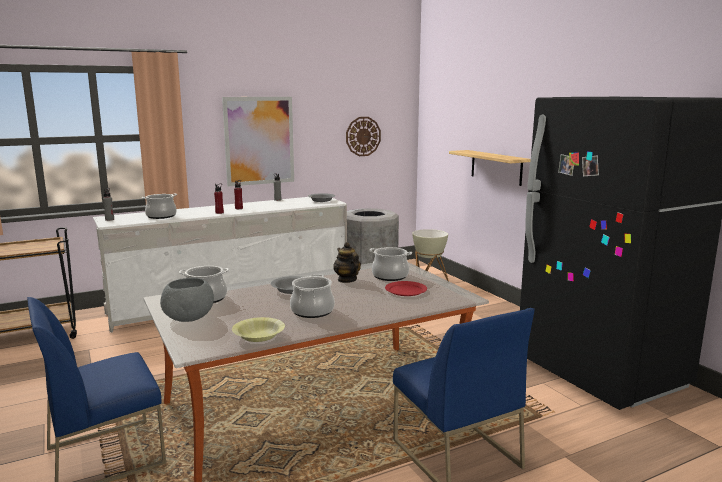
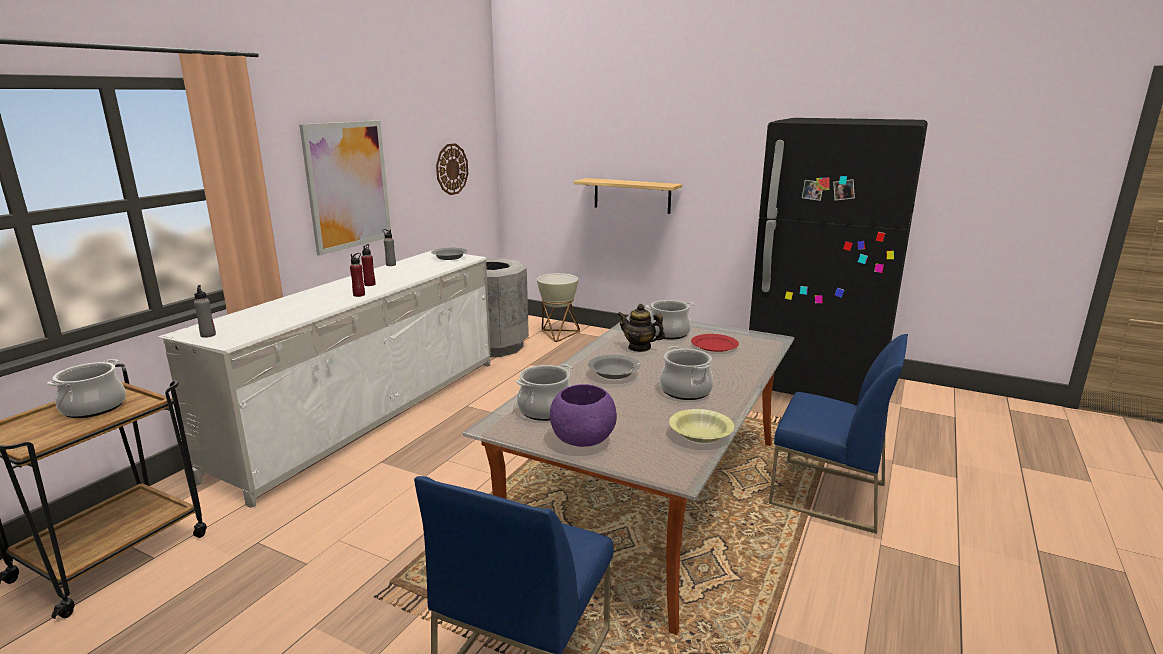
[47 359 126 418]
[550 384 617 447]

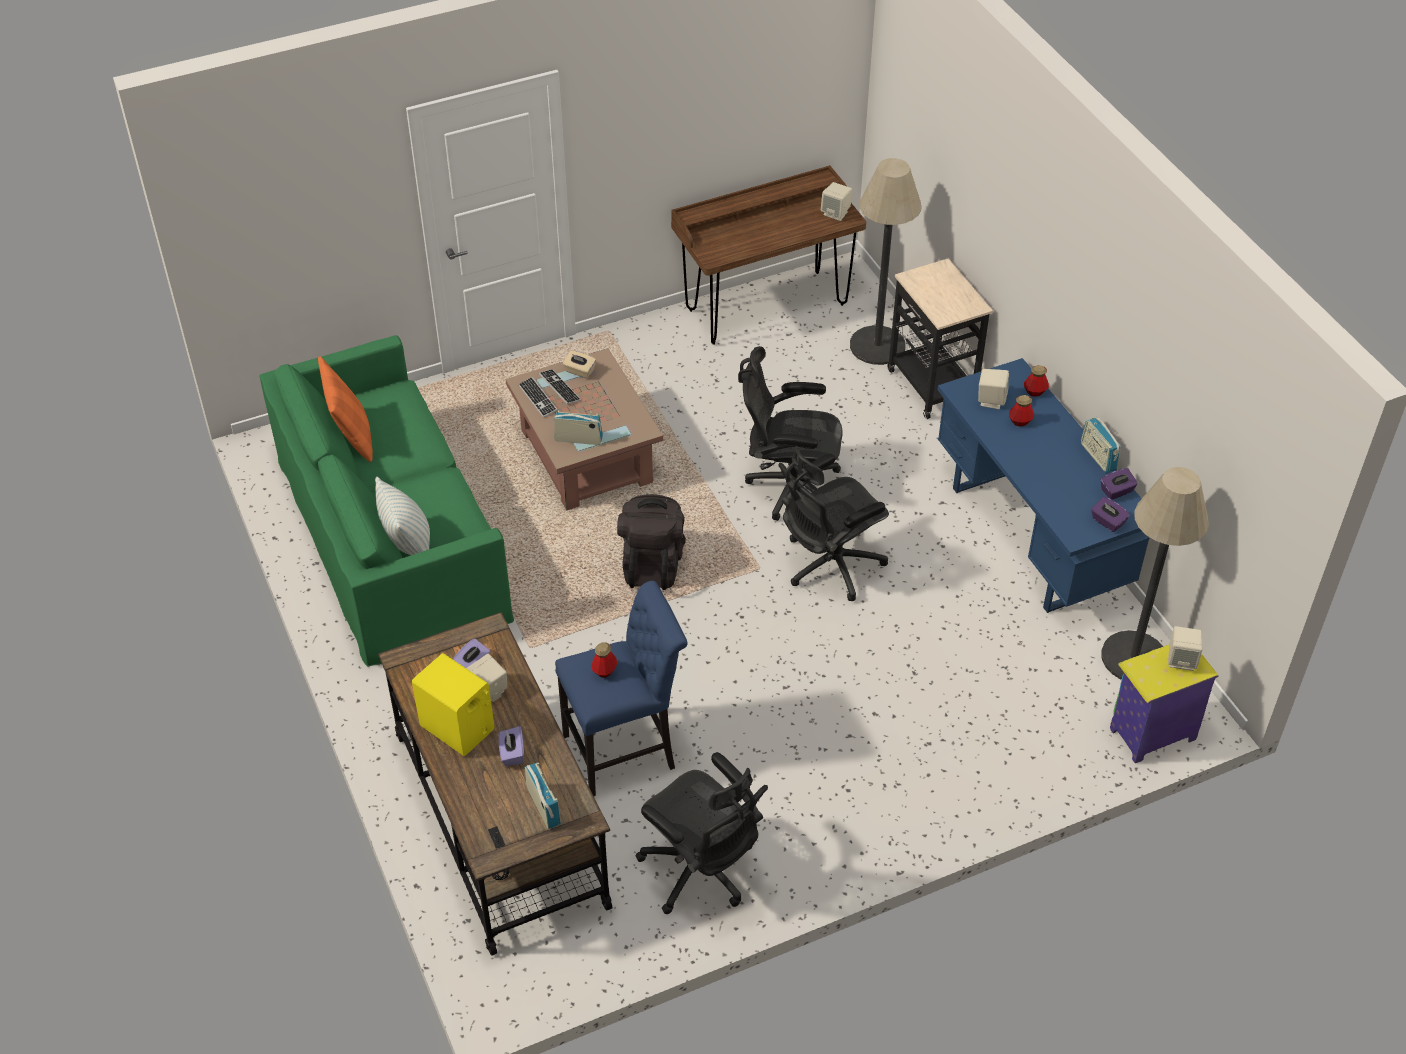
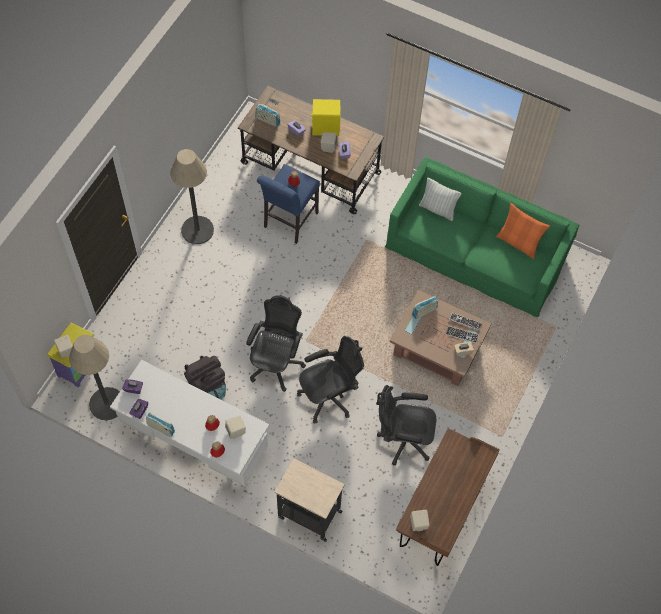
[170 149 214 244]
[110 360 269 486]
[184 356 226 400]
[376 385 436 465]

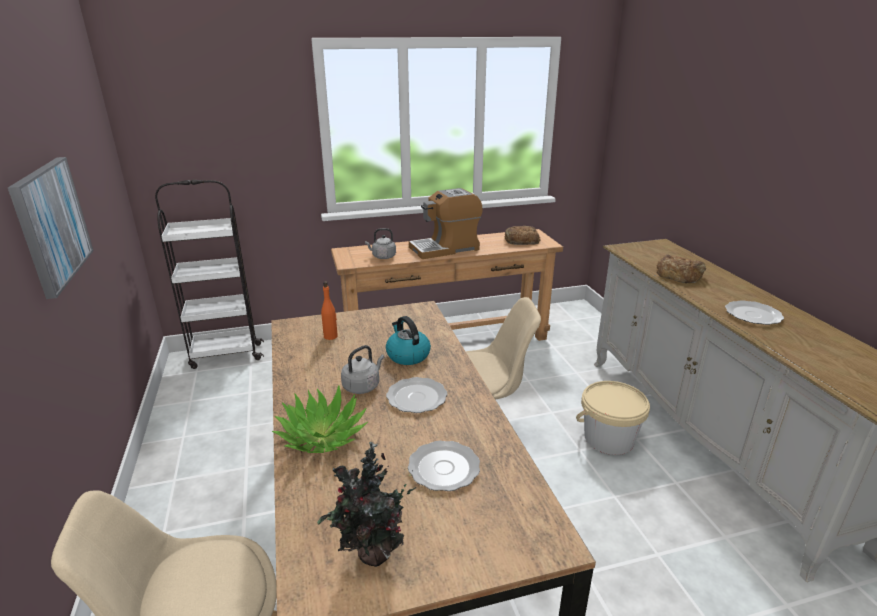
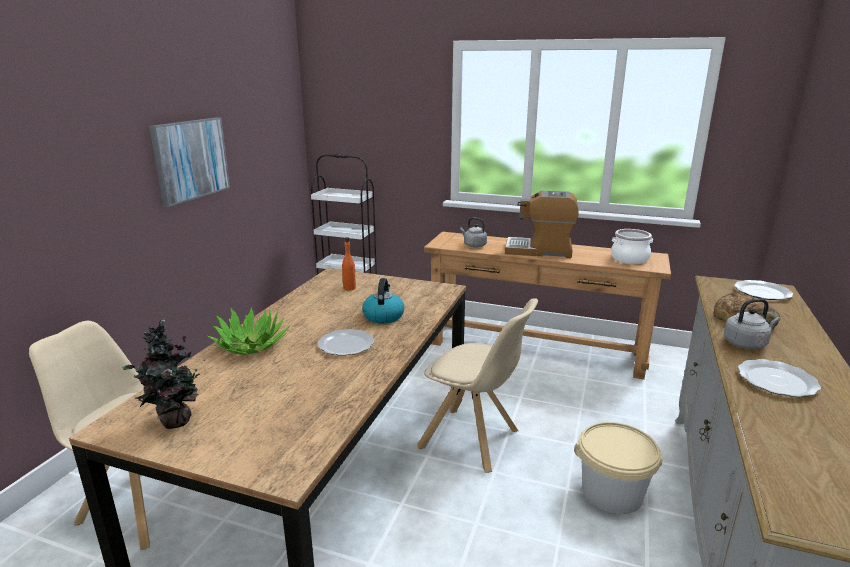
[611 229 653 264]
[724 299 780 349]
[734 280 793 300]

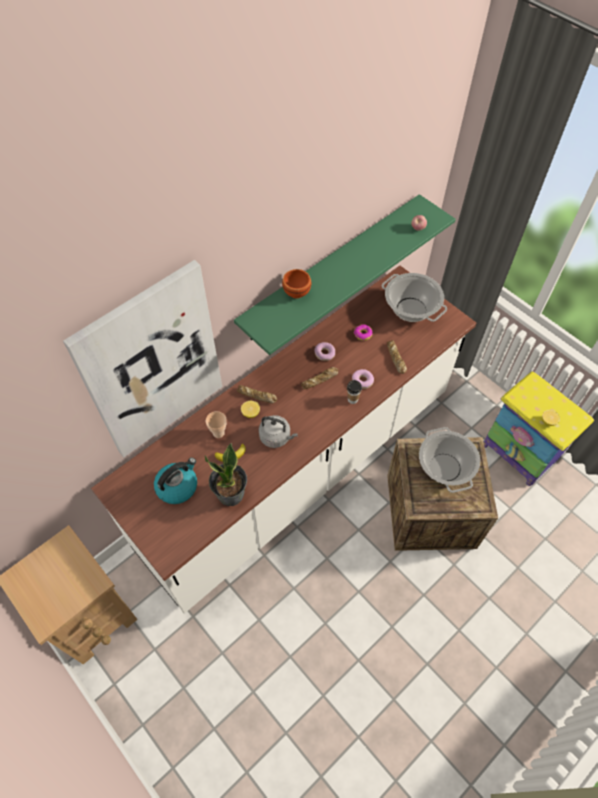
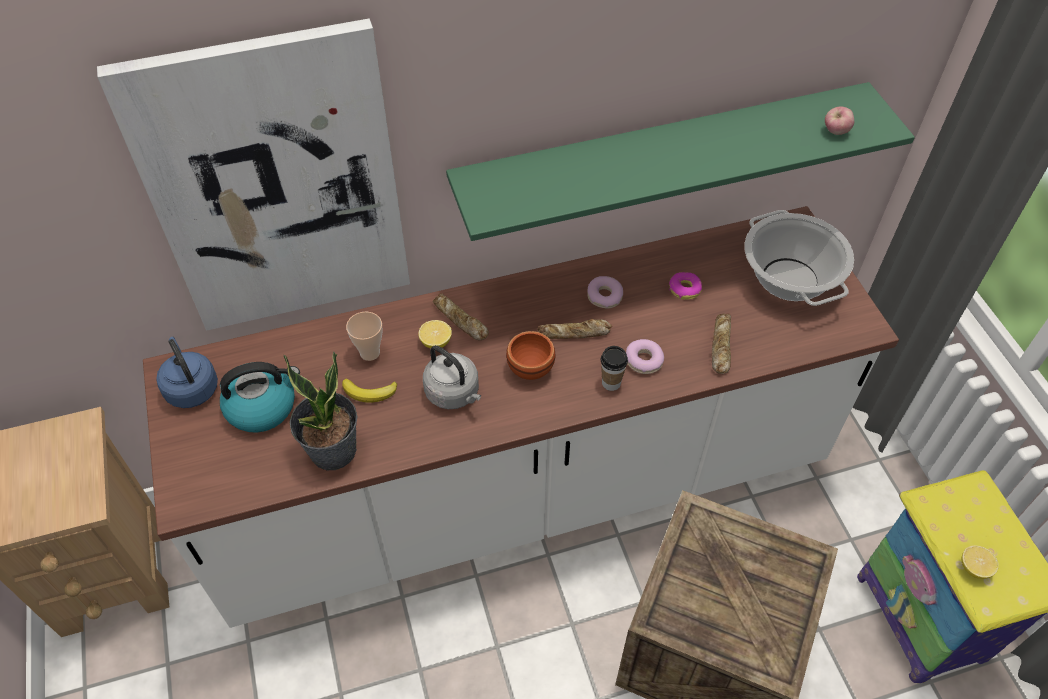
[506 331 555 380]
[419 427 480 493] (first image)
[156 337 218 408]

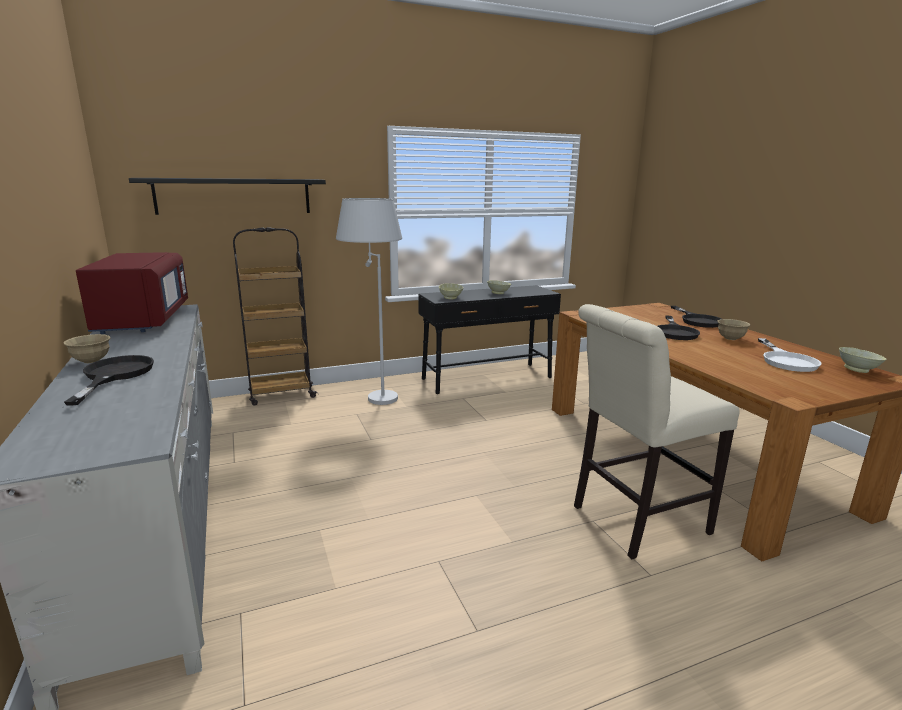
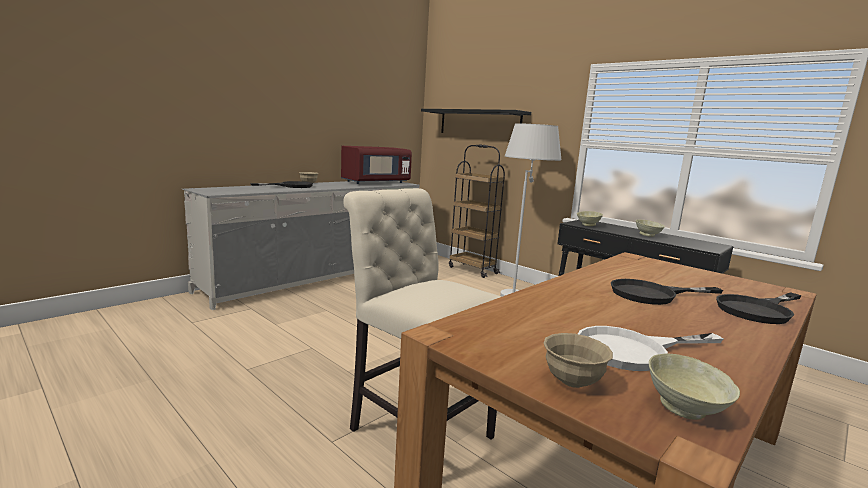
[544 333 613 388]

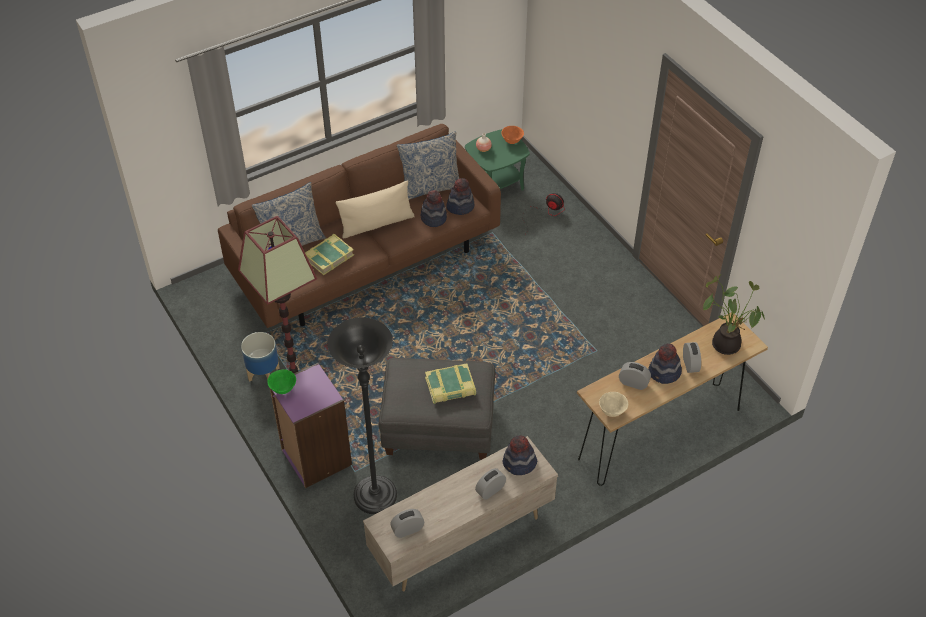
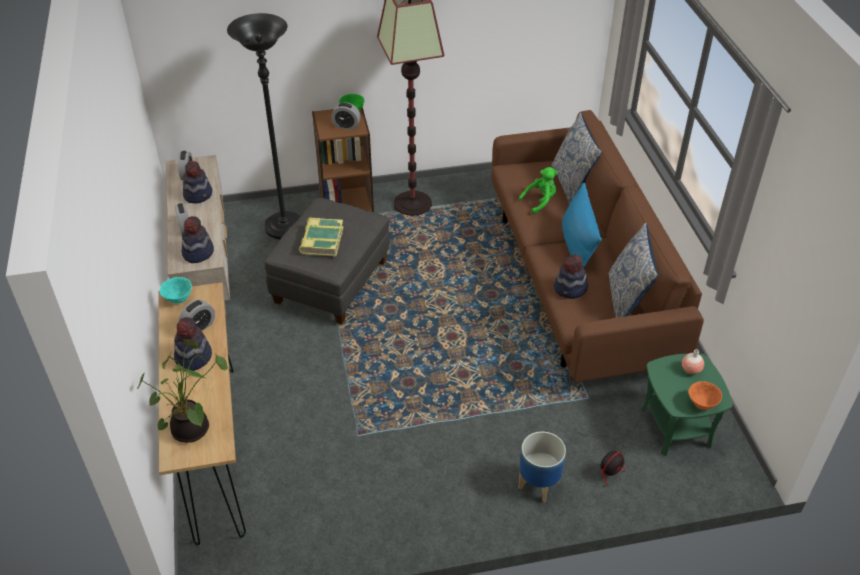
[183 161 212 203]
[562 183 602 267]
[518 167 558 214]
[518 431 566 503]
[331 102 361 130]
[312 107 374 212]
[160 277 192 304]

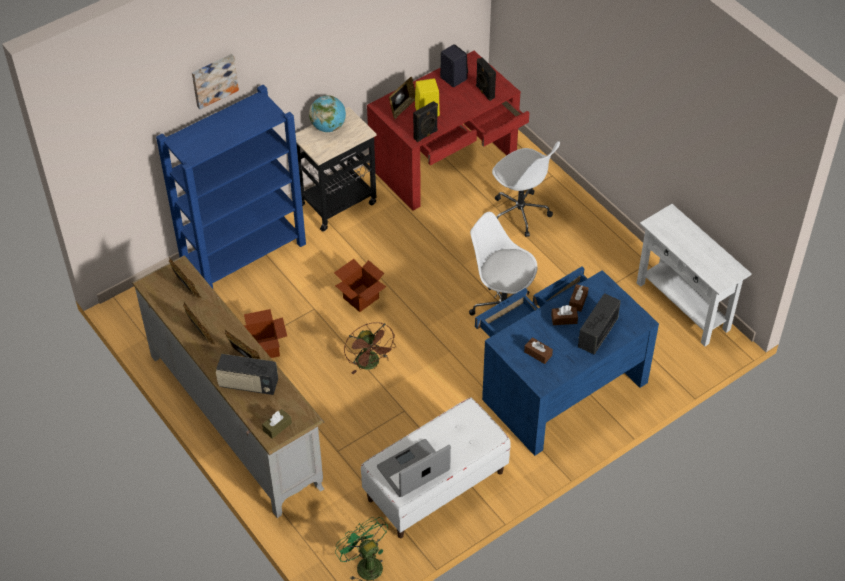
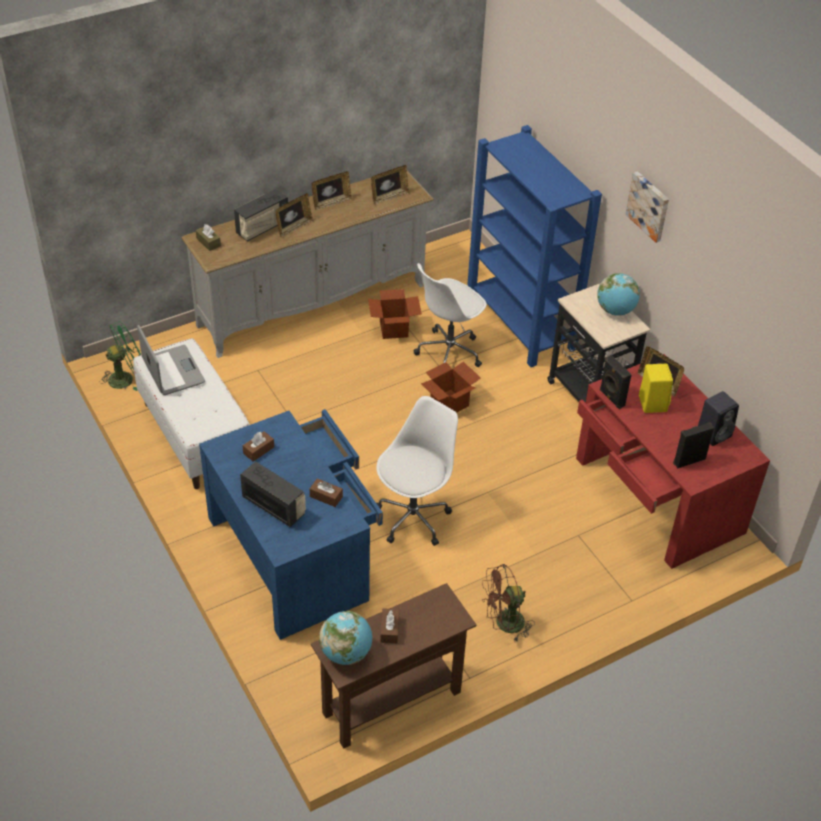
[625 171 669 243]
[414 263 487 367]
[311 583 476 749]
[380 608 399 643]
[482 564 535 641]
[234 189 288 241]
[319 611 372 665]

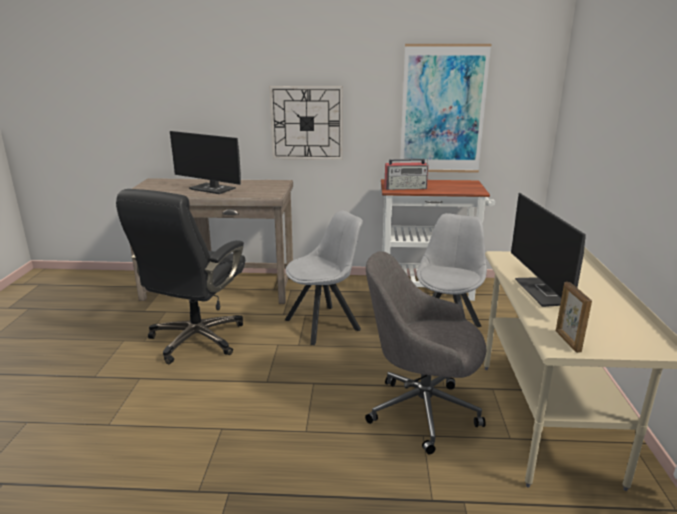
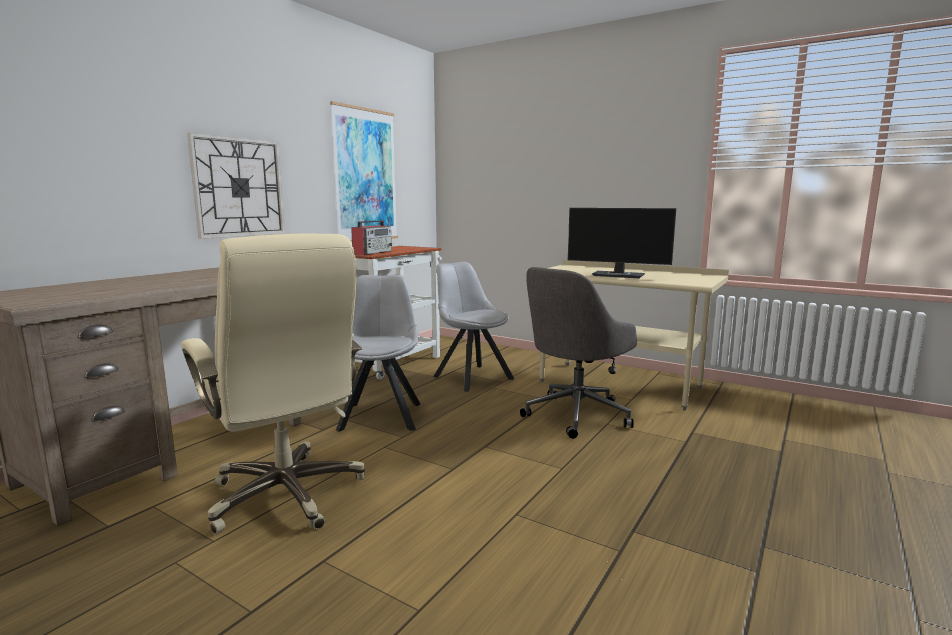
[170 131 241 194] (first image)
[181 234 365 534]
[556 282 592 353] (first image)

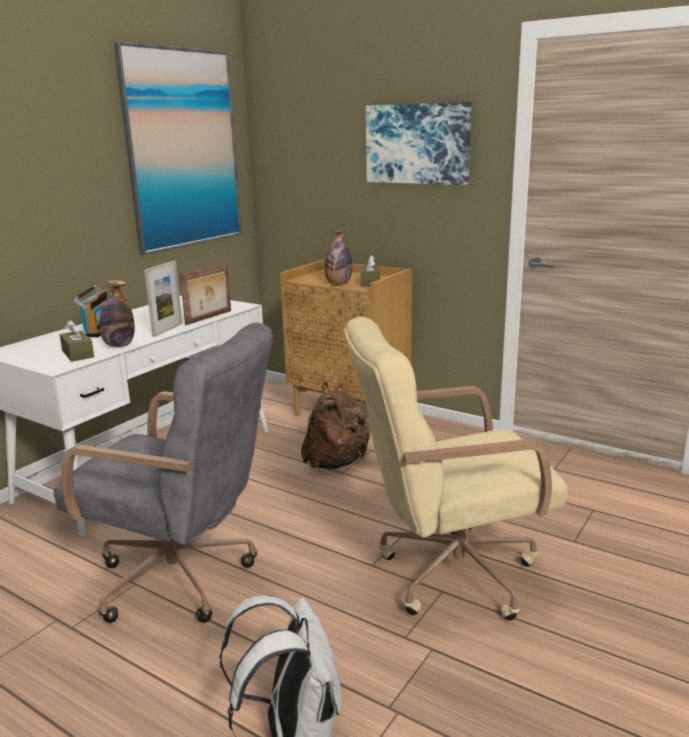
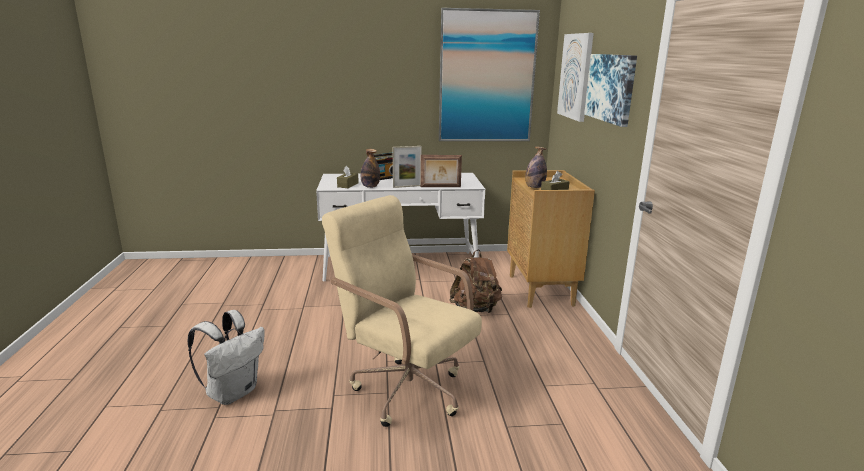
[54 323 274 623] (first image)
[557 33 594 122]

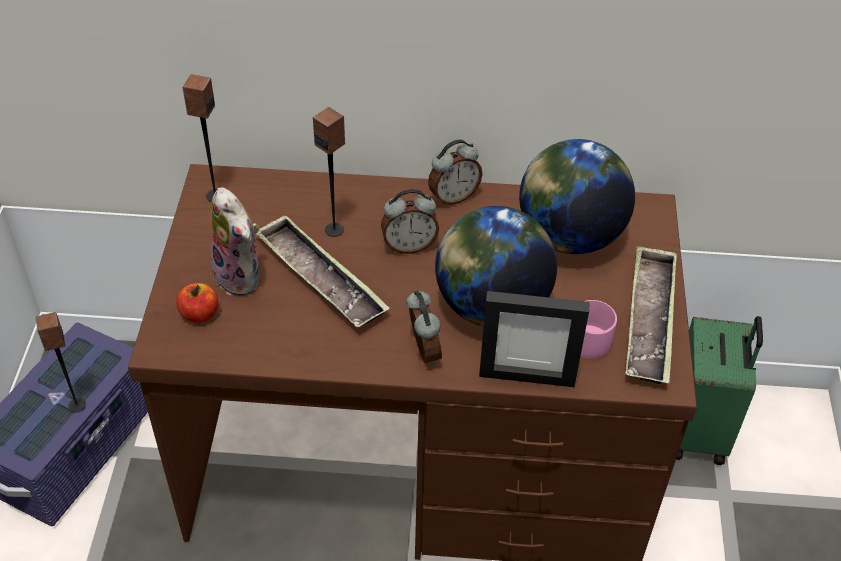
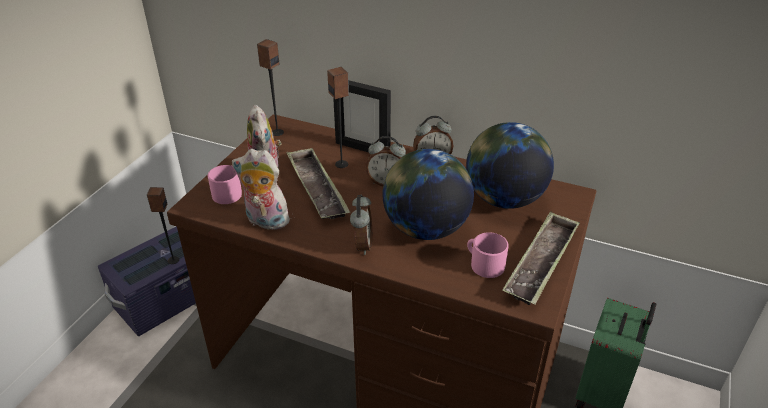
[208 165 242 204]
[333 80 391 152]
[232 149 293 230]

